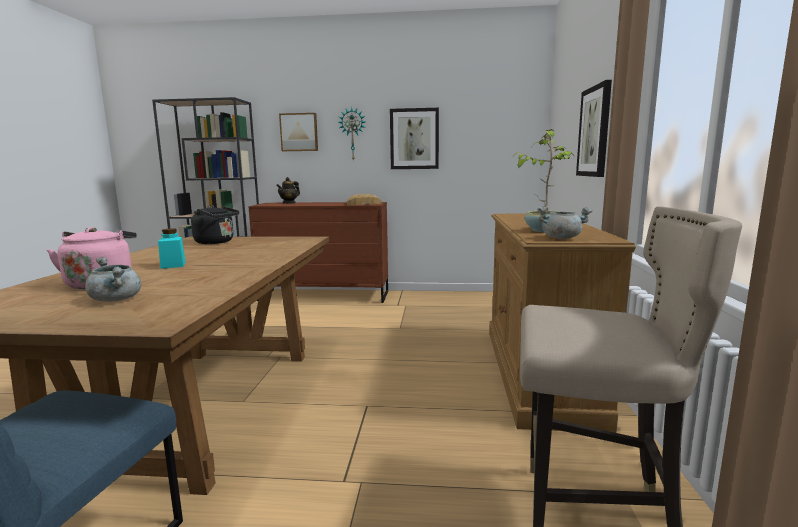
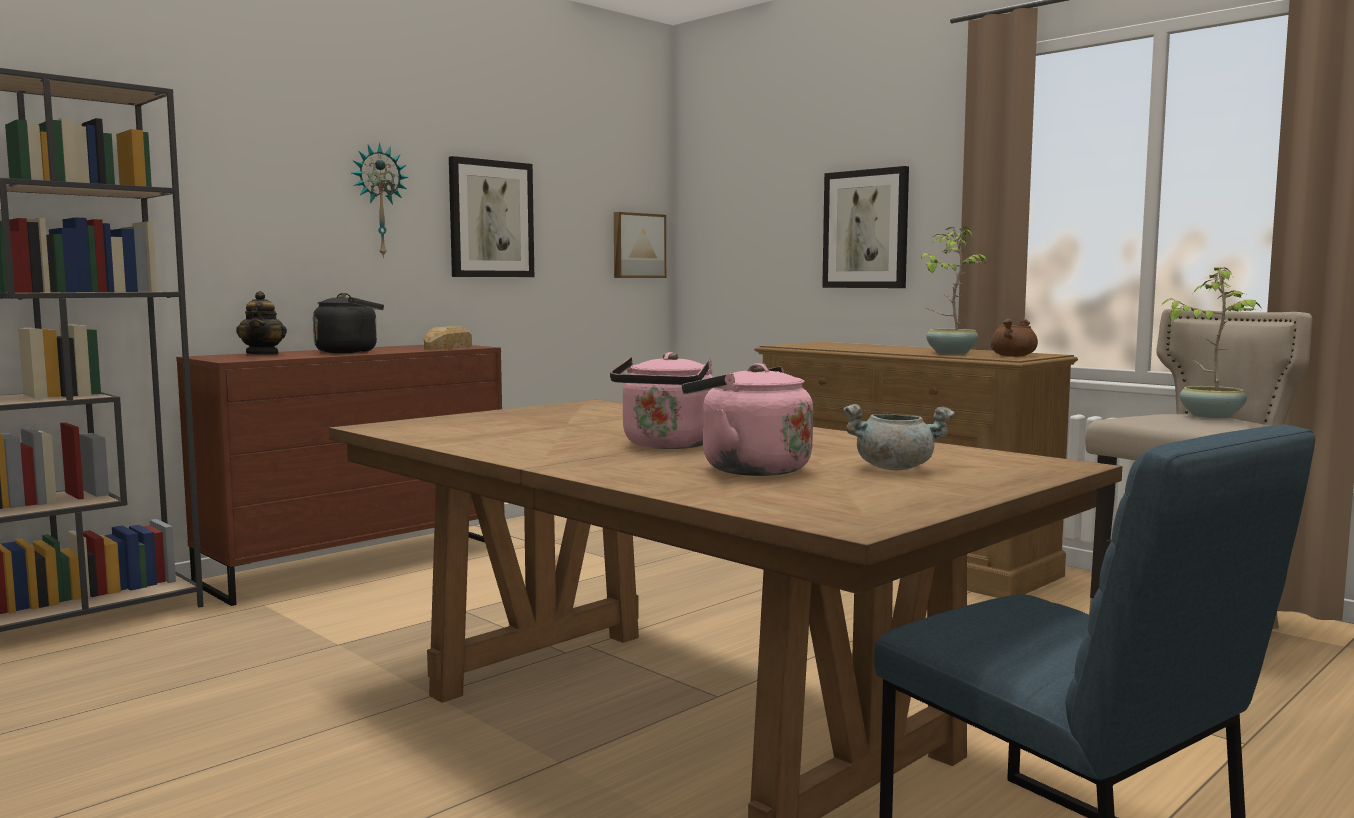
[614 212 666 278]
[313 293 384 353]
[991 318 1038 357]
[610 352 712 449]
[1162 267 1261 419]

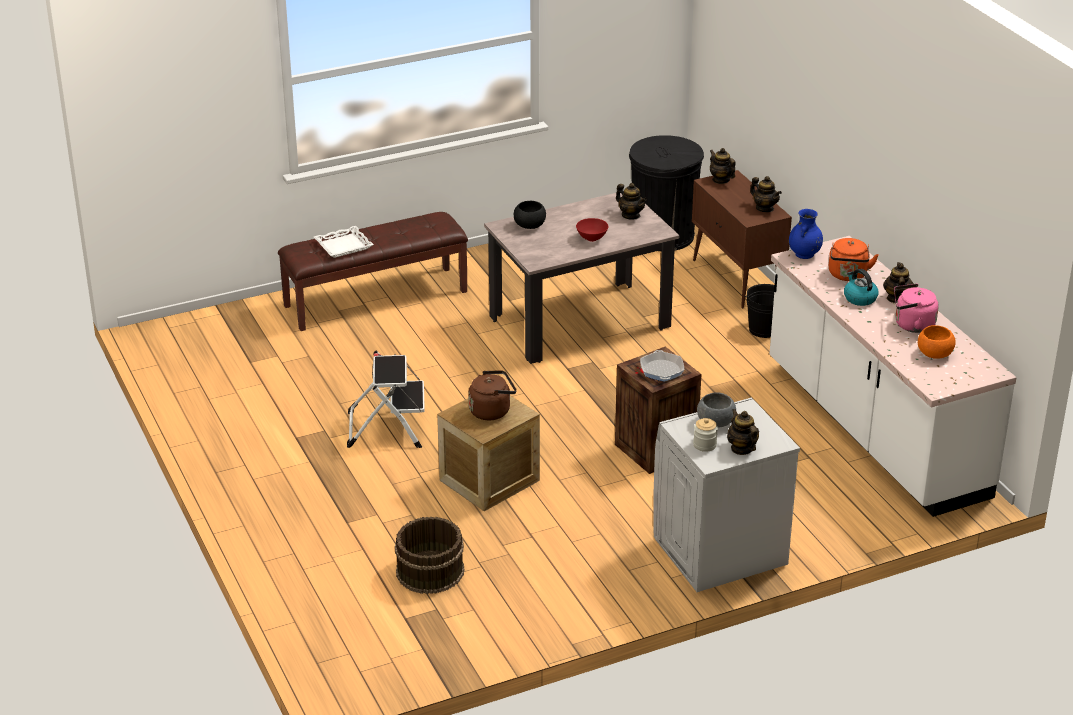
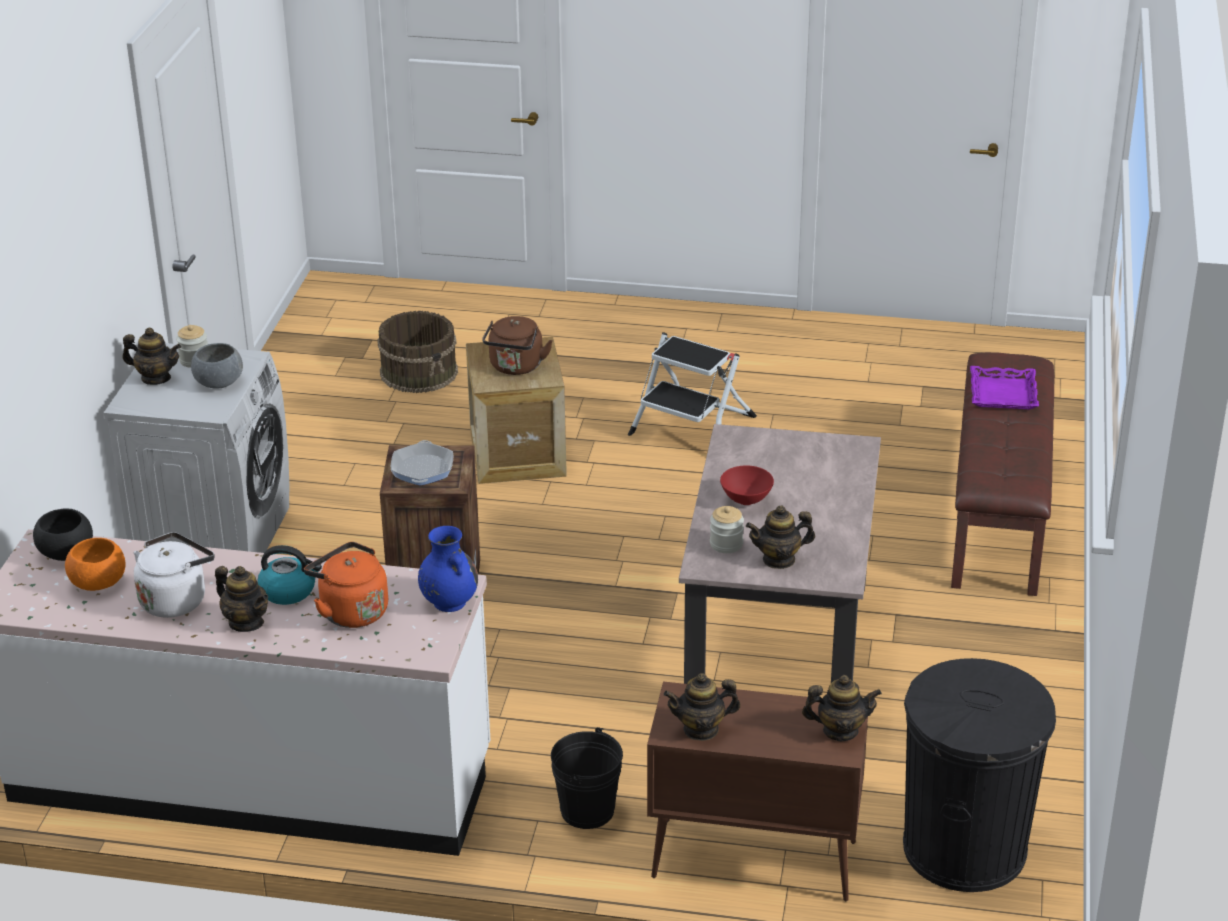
[33 508 93 561]
[970 366 1039 409]
[133 532 215 618]
[391 440 453 486]
[710 506 744 553]

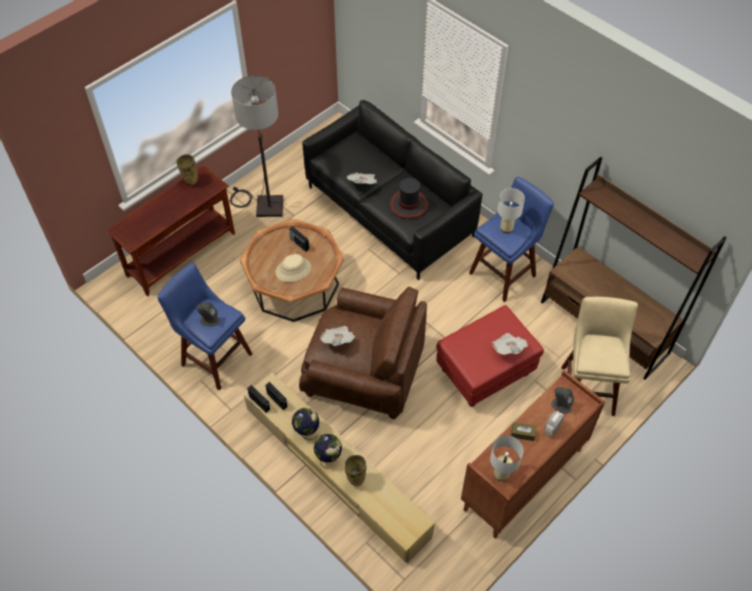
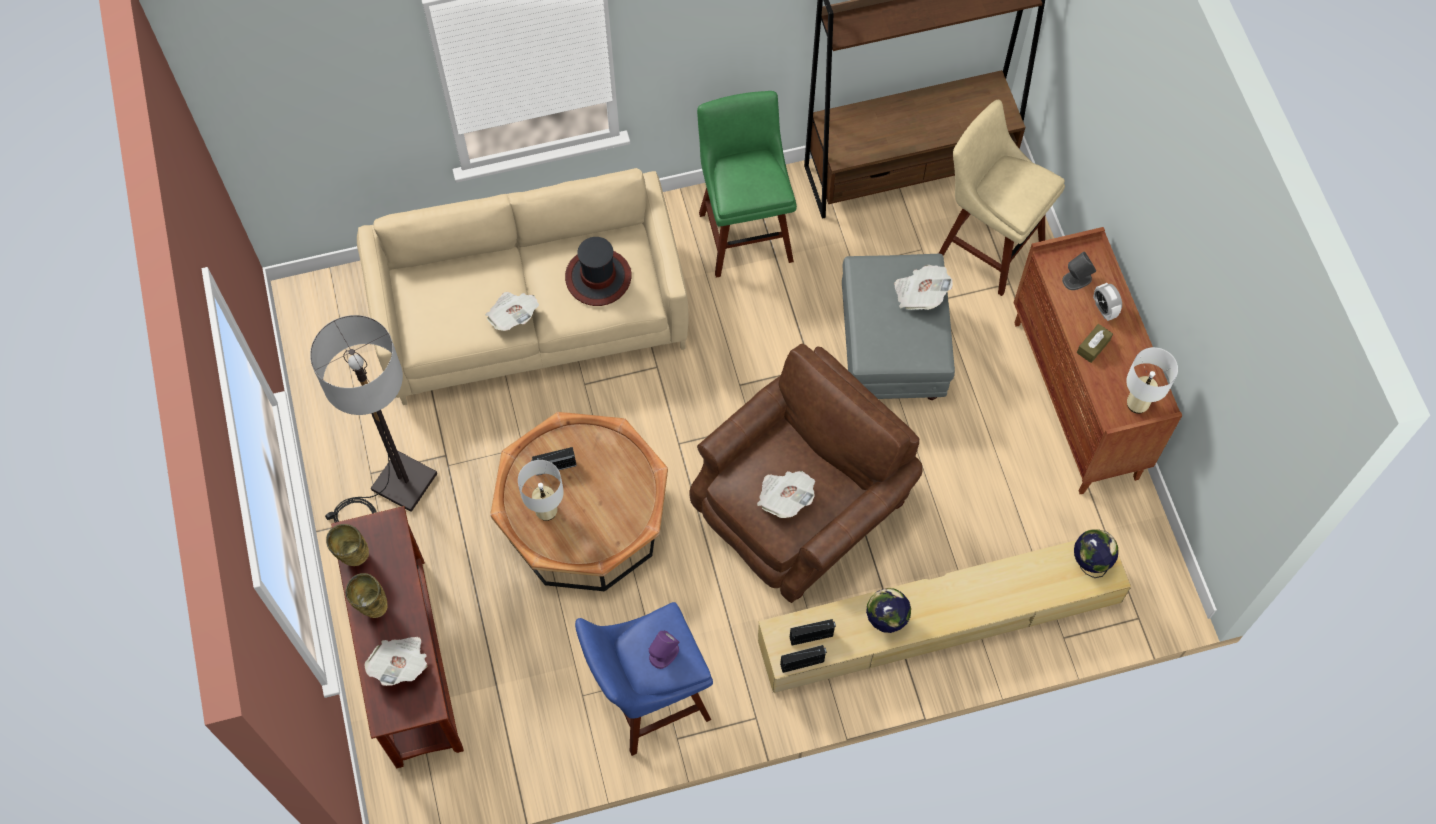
[357 168 689 405]
[697 91 797 278]
[518 460 564 521]
[275 254 311 282] (first image)
[649 631 680 669]
[842 254 955 400]
[1074 529 1119 578]
[345 573 388 618]
[365 637 427 686]

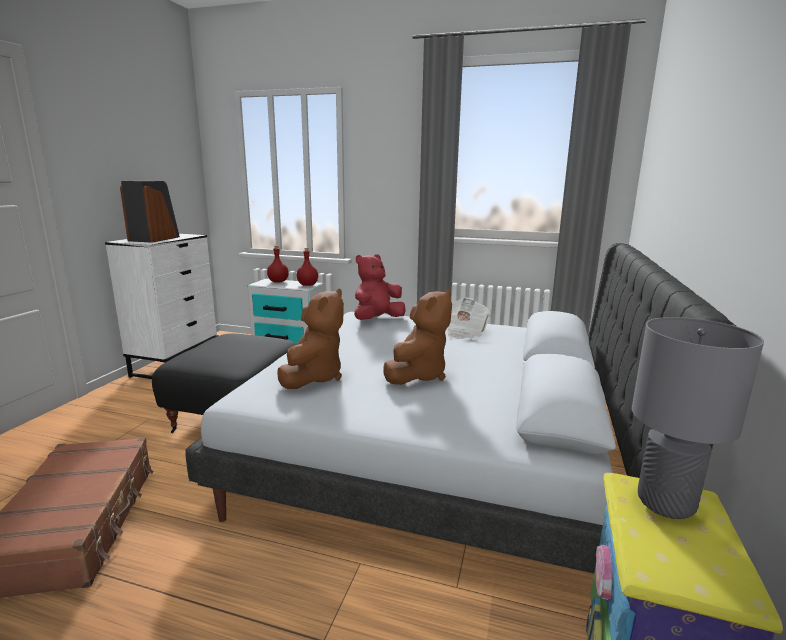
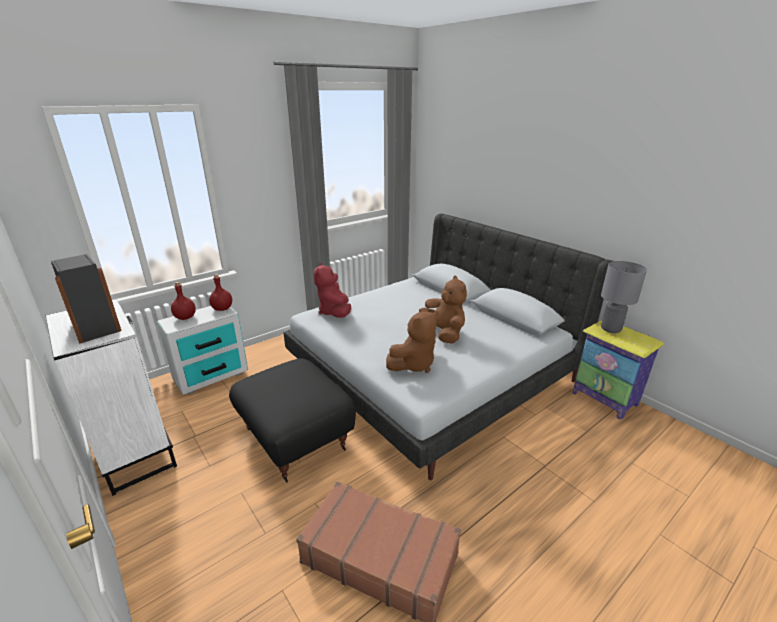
[386 311 439 373]
[448 298 491 339] (first image)

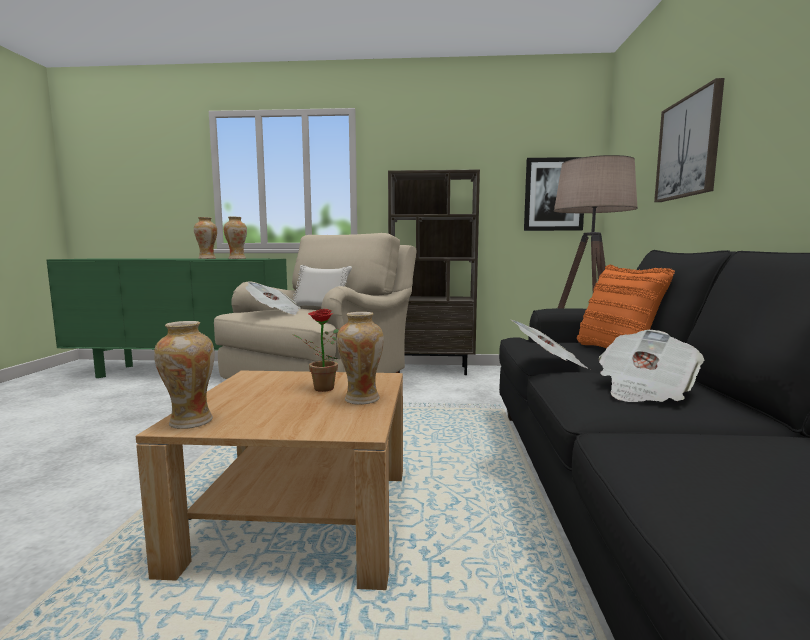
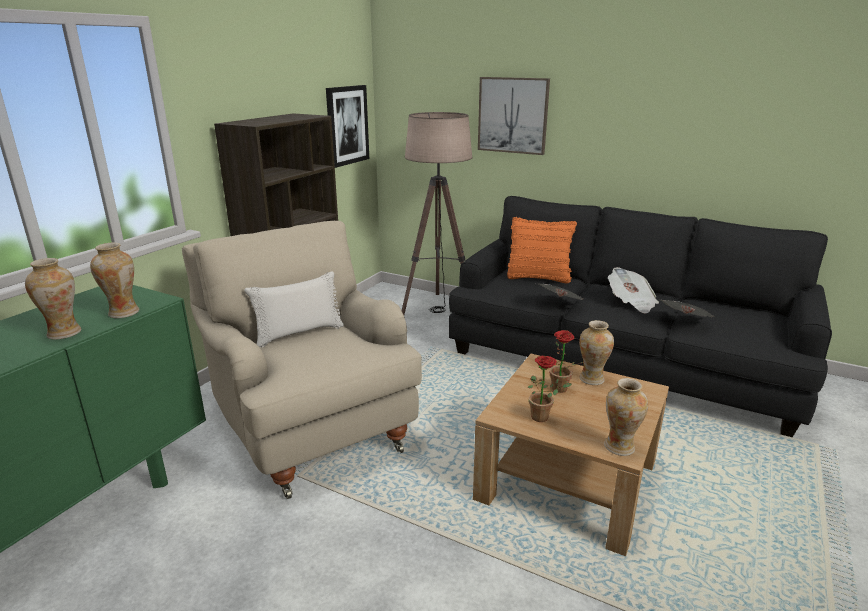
[661 300 715 318]
[528 356 572 422]

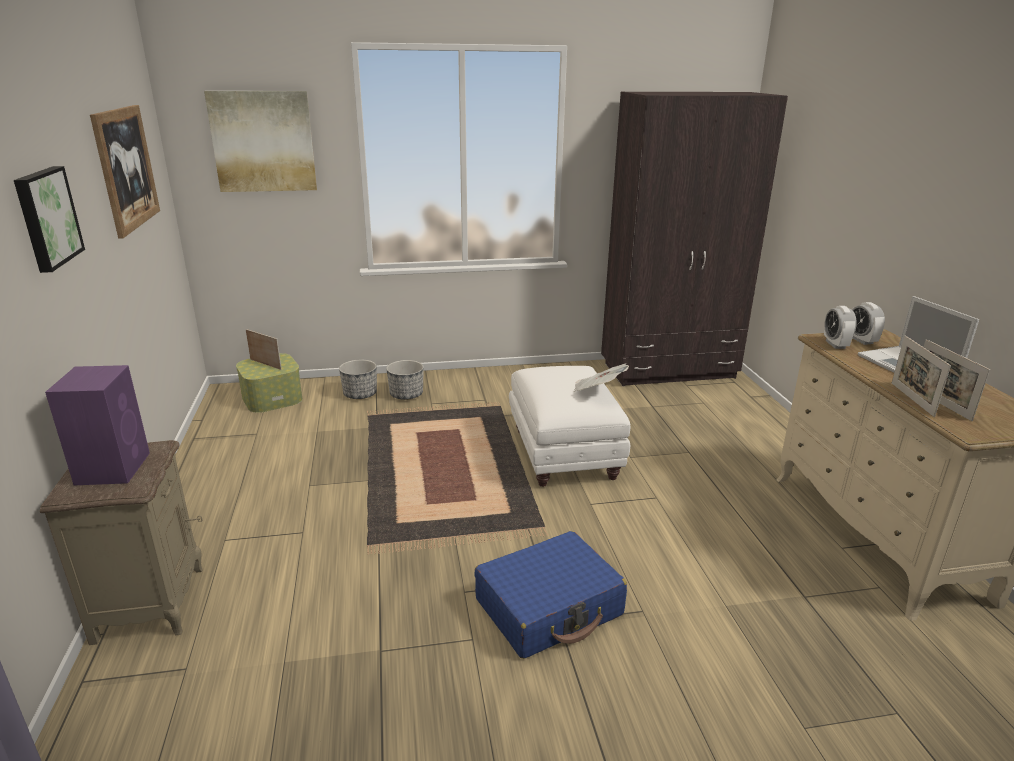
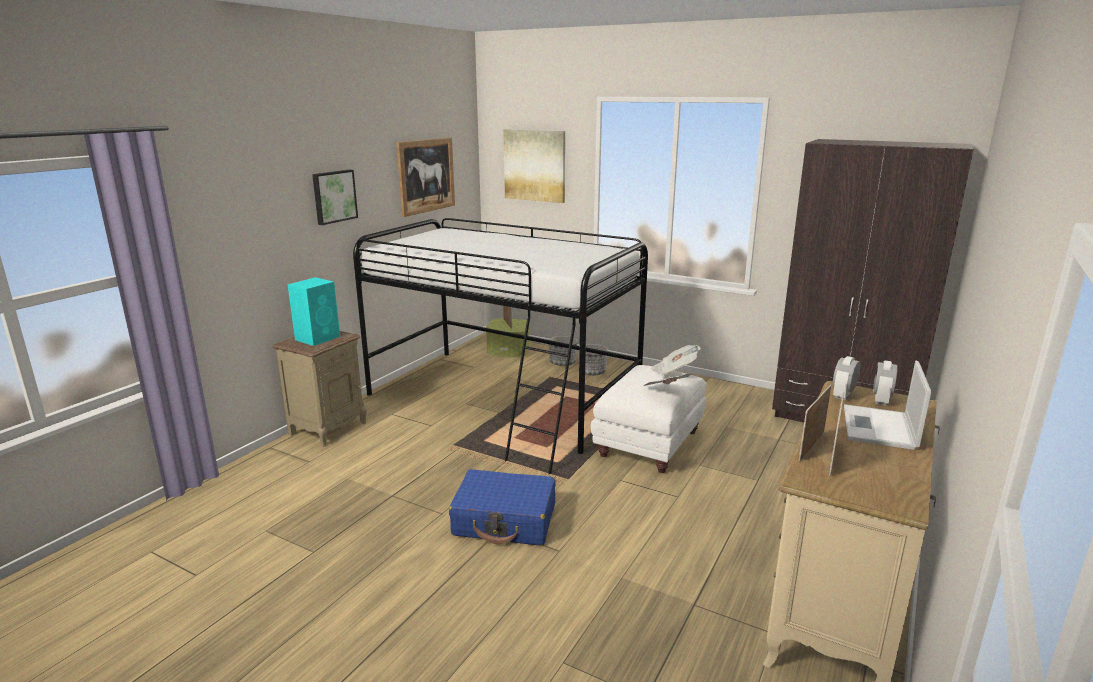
[288 277 340 346]
[353 218 648 474]
[651 345 701 375]

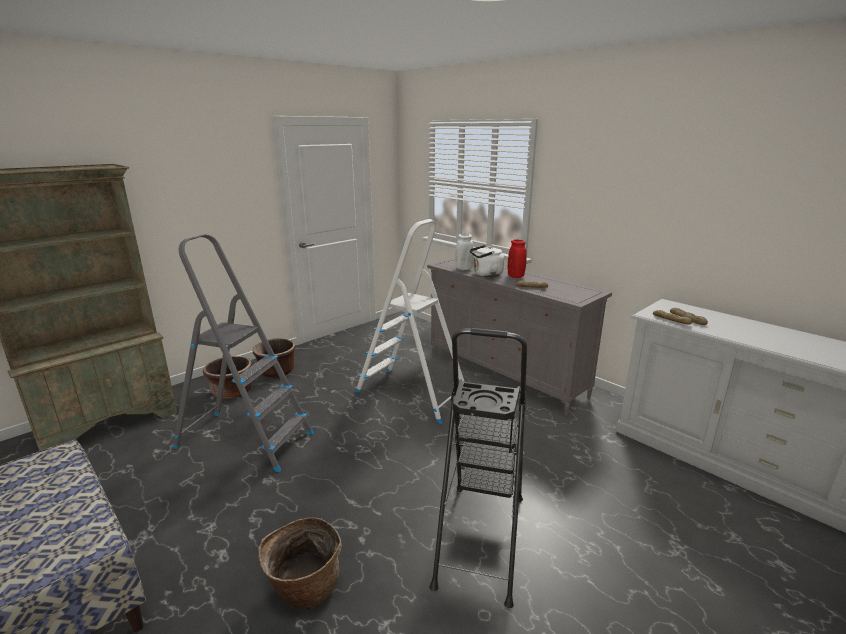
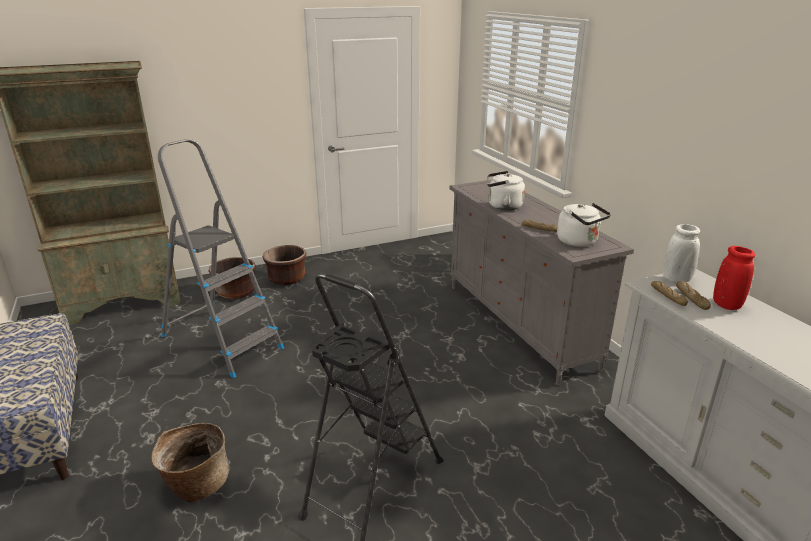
[356 219 465 424] (first image)
[663 224 700 283]
[713 246 756 310]
[557 203 611 247]

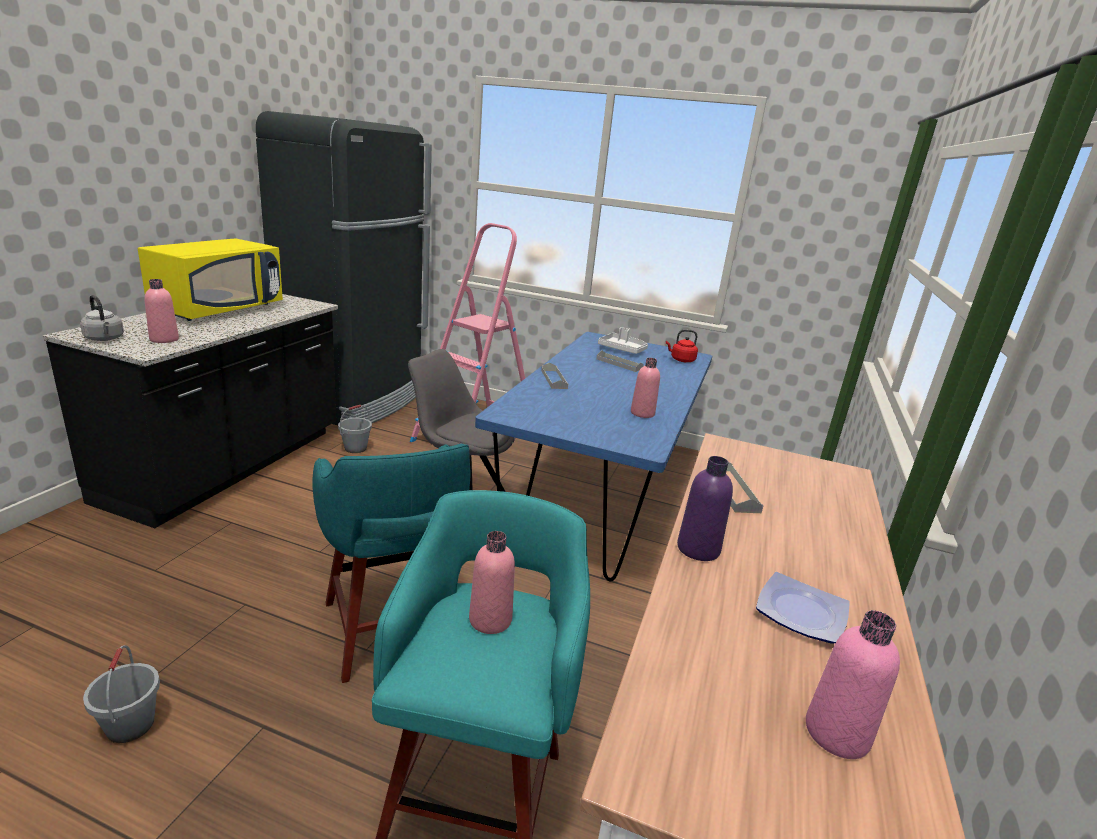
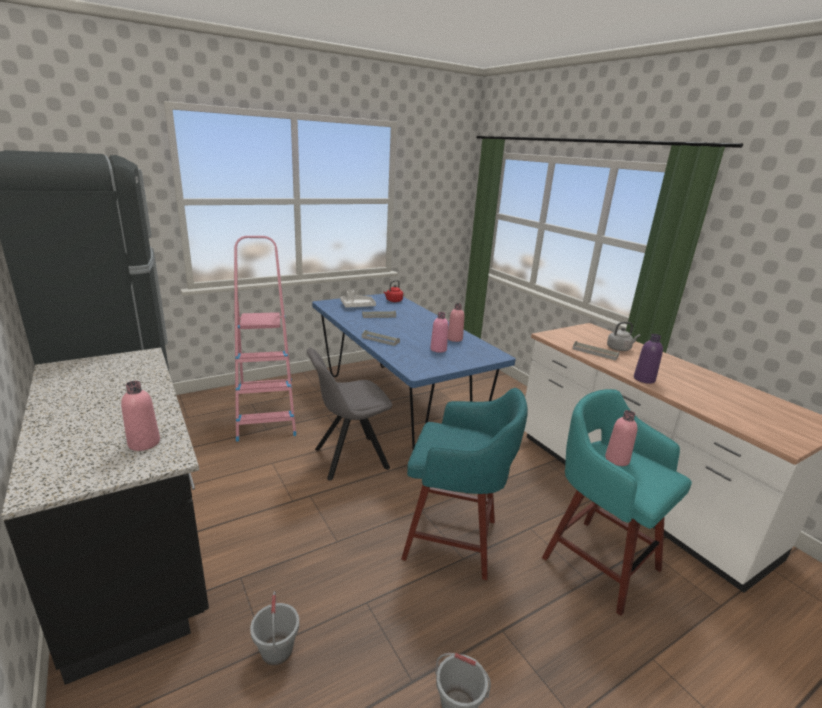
[138 238 283 321] (first image)
[607 322 640 351]
[250 591 300 665]
[756 572 850 644] (first image)
[430 312 448 353]

